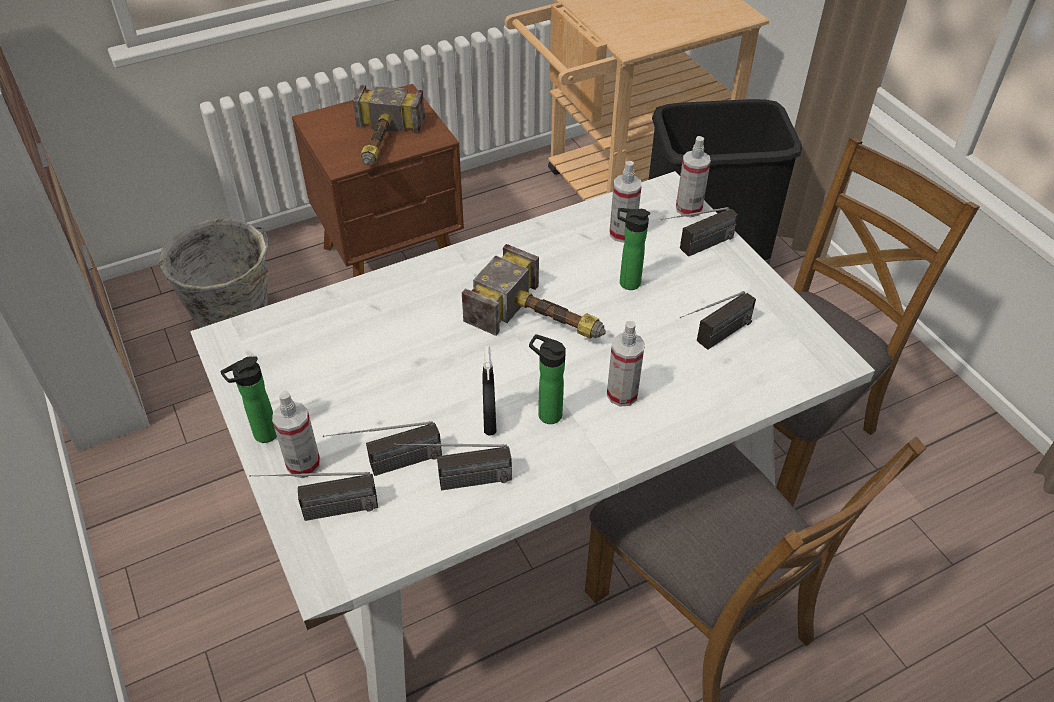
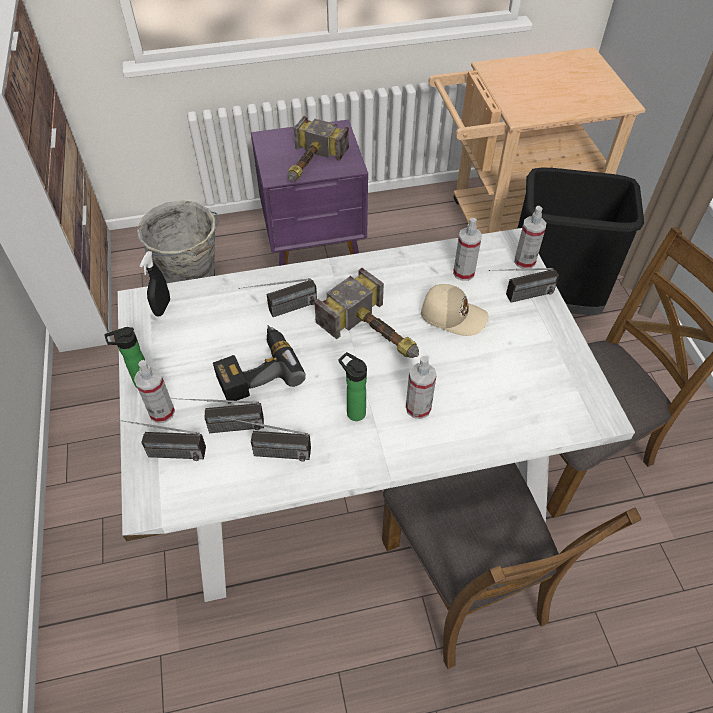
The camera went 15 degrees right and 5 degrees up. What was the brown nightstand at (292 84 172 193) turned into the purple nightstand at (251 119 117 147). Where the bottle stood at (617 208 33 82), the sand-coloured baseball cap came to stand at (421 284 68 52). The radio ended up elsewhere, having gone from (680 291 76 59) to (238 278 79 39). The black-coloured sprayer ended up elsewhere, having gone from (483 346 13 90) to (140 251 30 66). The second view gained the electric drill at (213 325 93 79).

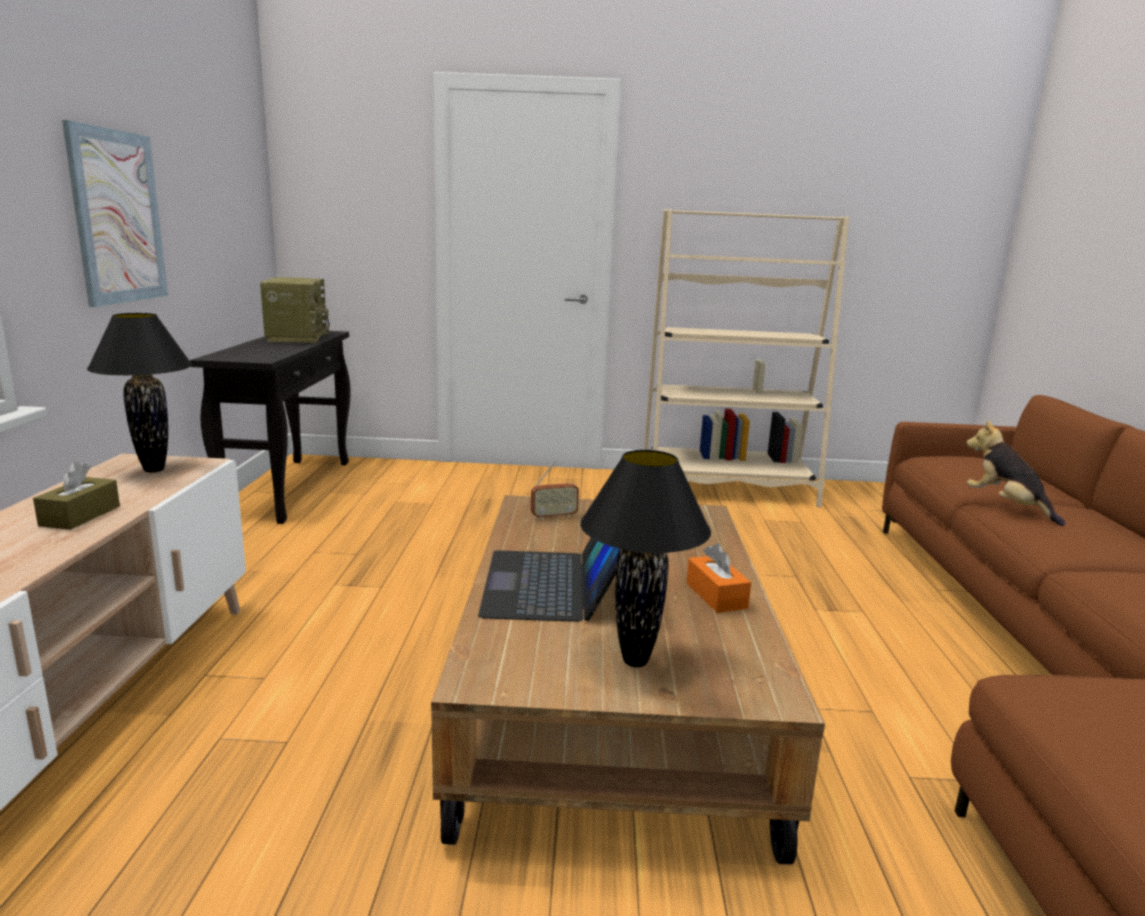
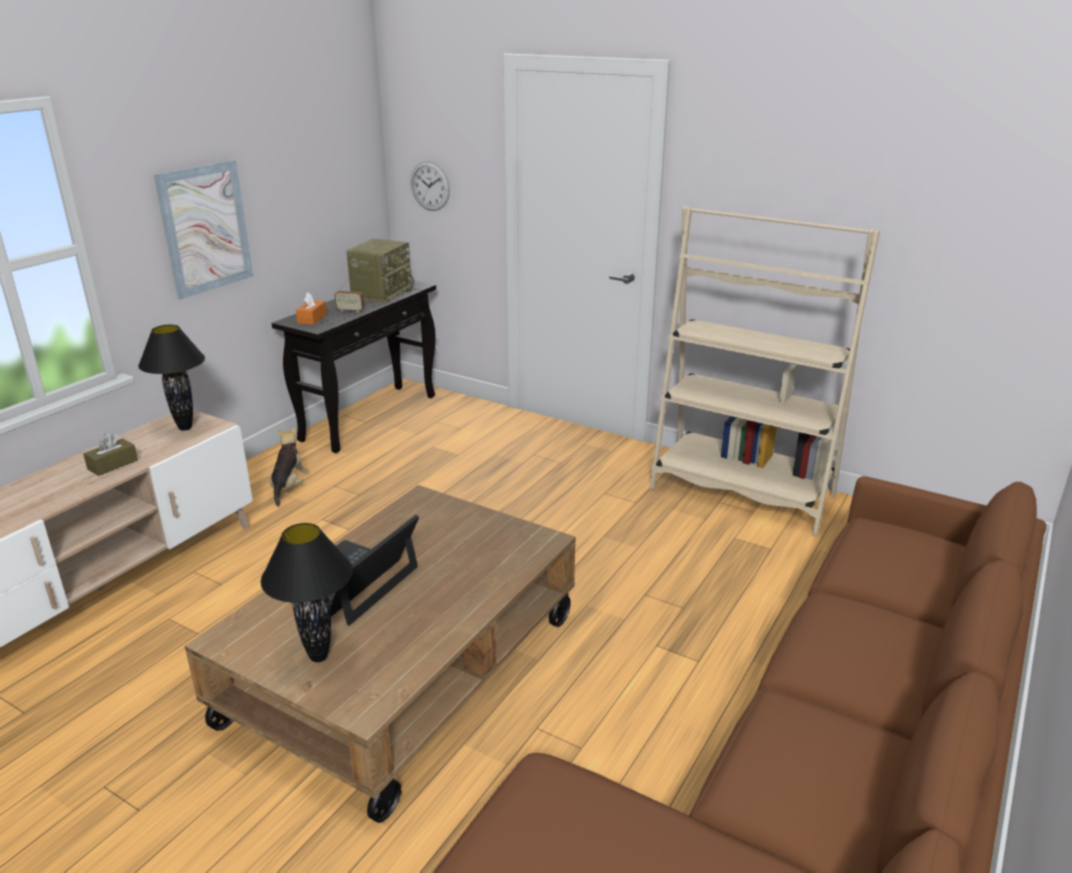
The camera went 30 degrees right and 10 degrees up. The plush toy ended up elsewhere, having gone from (967 420 98 106) to (269 427 39 80). The radio ended up elsewhere, having gone from (531 461 48 59) to (334 277 30 36). The orange-coloured box of tissues ended up elsewhere, having gone from (686 543 65 70) to (296 292 31 33). The second view gained the wall clock at (411 161 39 50).

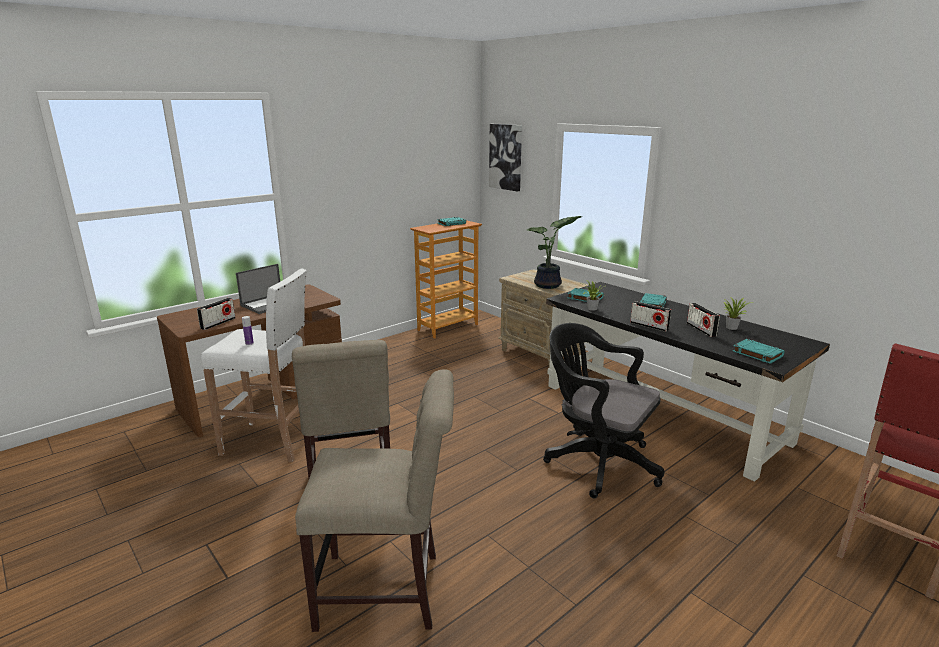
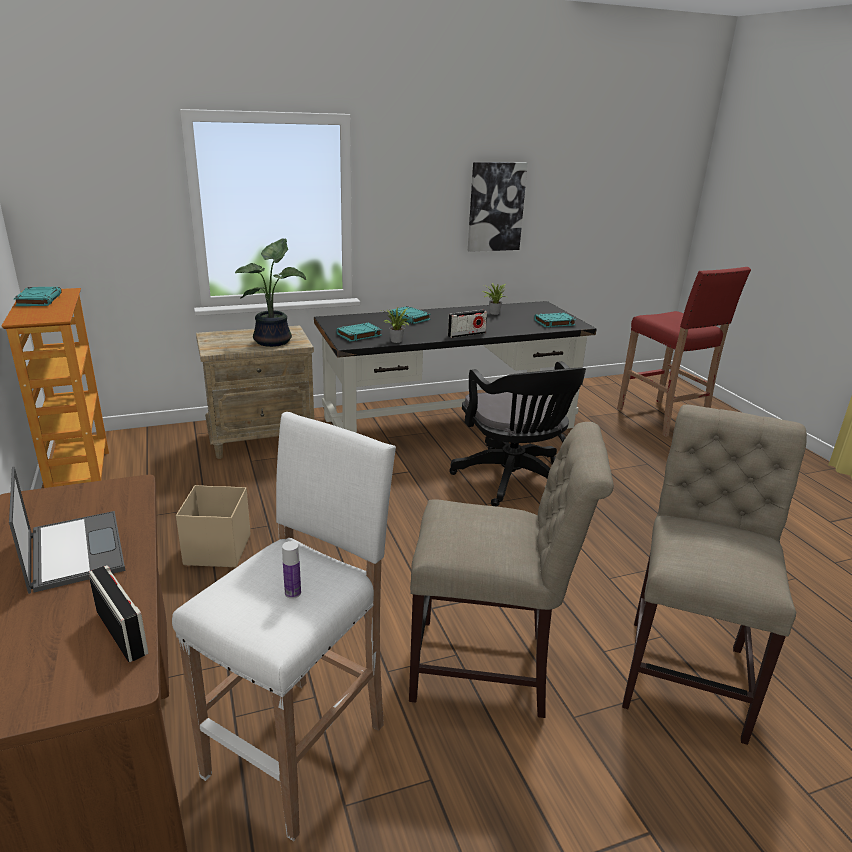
The camera went 70 degrees left and 5 degrees up. The picture ended up elsewhere, having gone from (489 124 33 67) to (468 162 60 90). The second view lost the radio at (687 303 33 34). The black-coloured desk chair at (543 323 121 175) ended up facing another way, 75 degrees counterclockwise from before. The second view gained the sand-coloured storage container at (176 485 75 82).

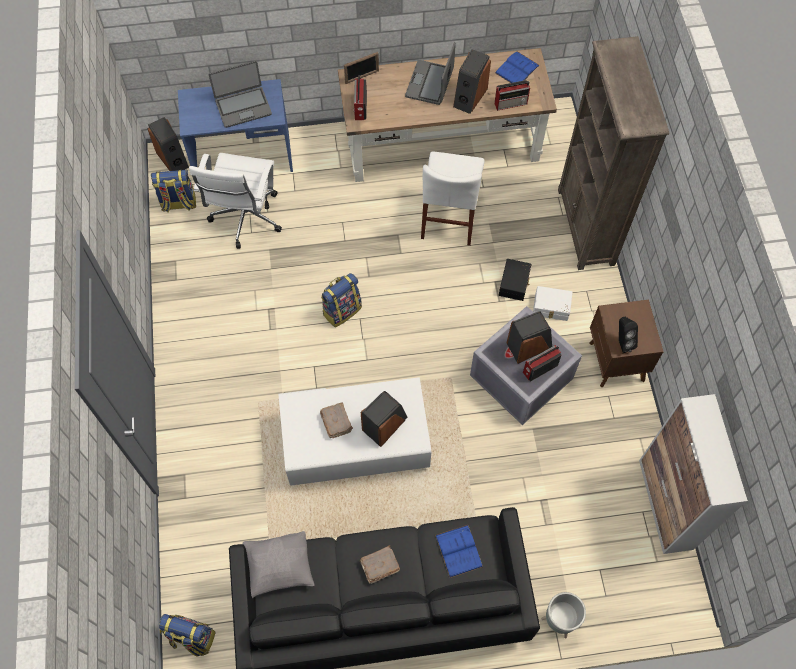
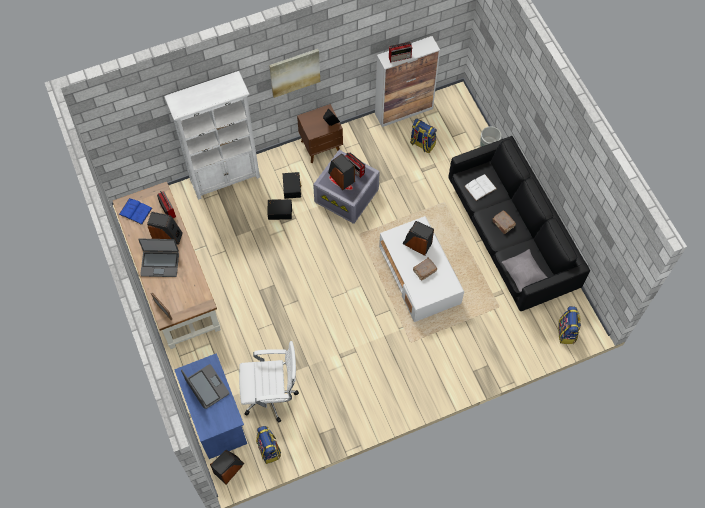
The camera went 105 degrees left and 0 degrees up. What was the brown bookcase at (558 36 111 234) turned into the white-coloured bookcase at (164 71 96 129). The radio ended up elsewhere, having gone from (354 76 13 44) to (389 42 23 21). The second view lost the white-coloured upright chair at (421 152 64 94). The knapsack ended up elsewhere, having gone from (321 273 41 54) to (410 118 27 35). What was the white-coloured storage container at (533 286 40 35) turned into the black-coloured storage container at (283 172 19 27). What was the blue-coloured book at (435 525 48 53) turned into the white-coloured book at (464 174 33 27). The second view gained the picture at (269 49 51 49).

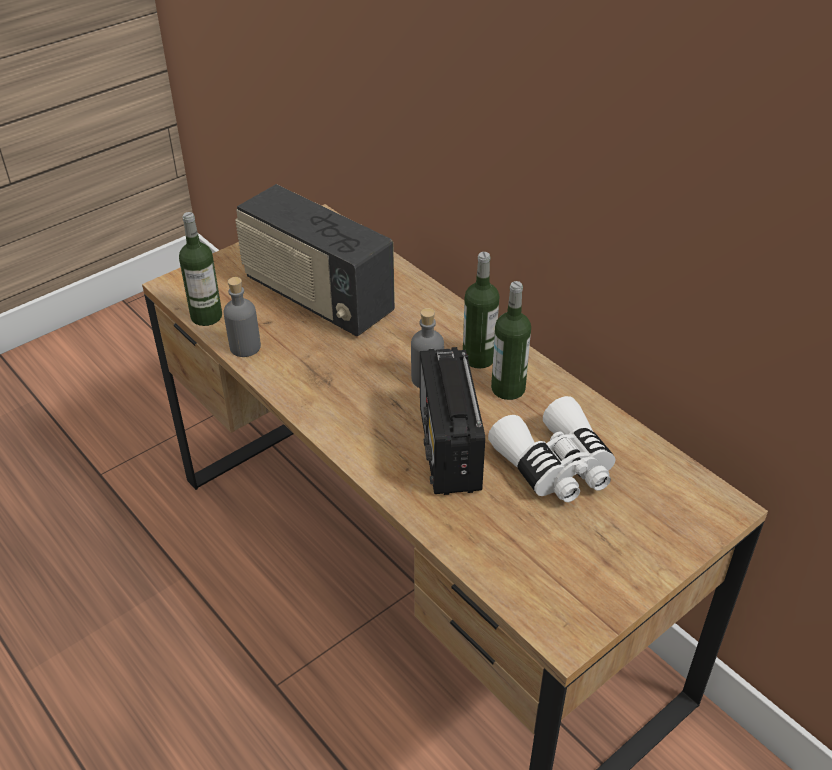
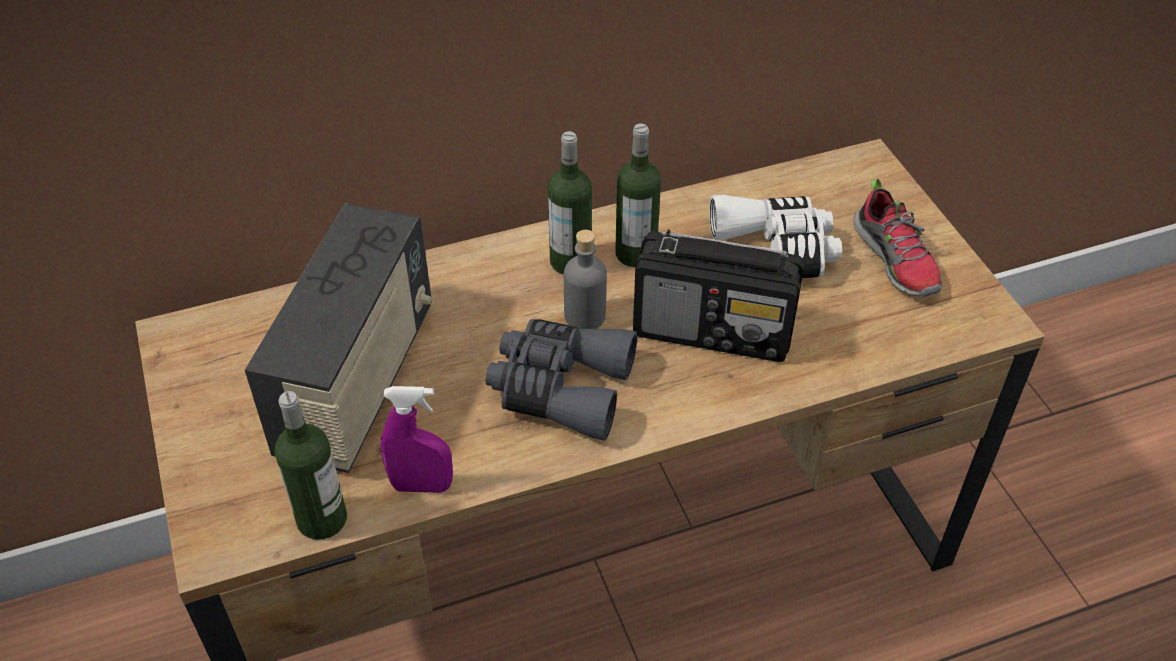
The camera went 70 degrees left and 5 degrees up. The radio at (235 184 160 152) ended up facing another way, 45 degrees counterclockwise from before. Where the greyish bottle stood at (224 277 37 80), the purple sprayer came to stand at (381 386 72 107). The second view gained the item of footwear at (854 179 88 118). The second view gained the greyish binoculars at (486 319 151 122).

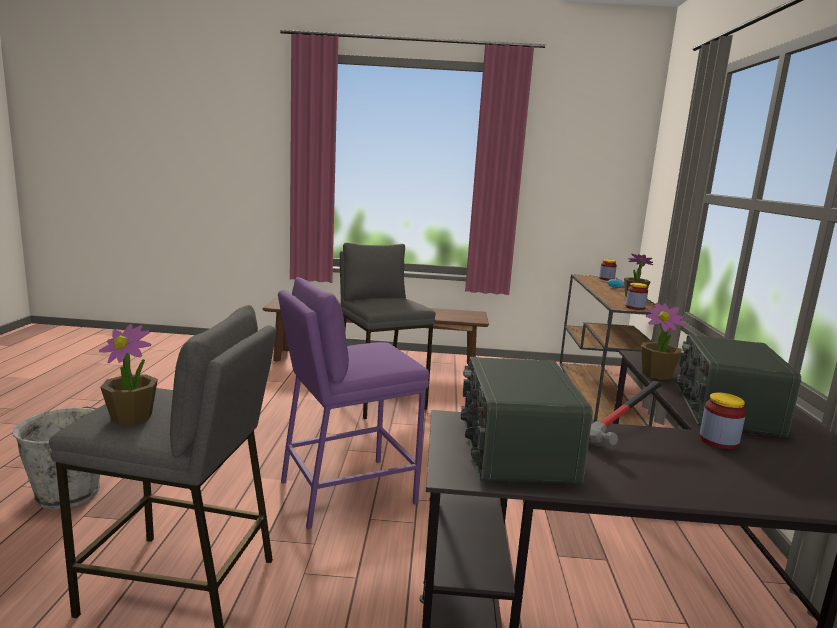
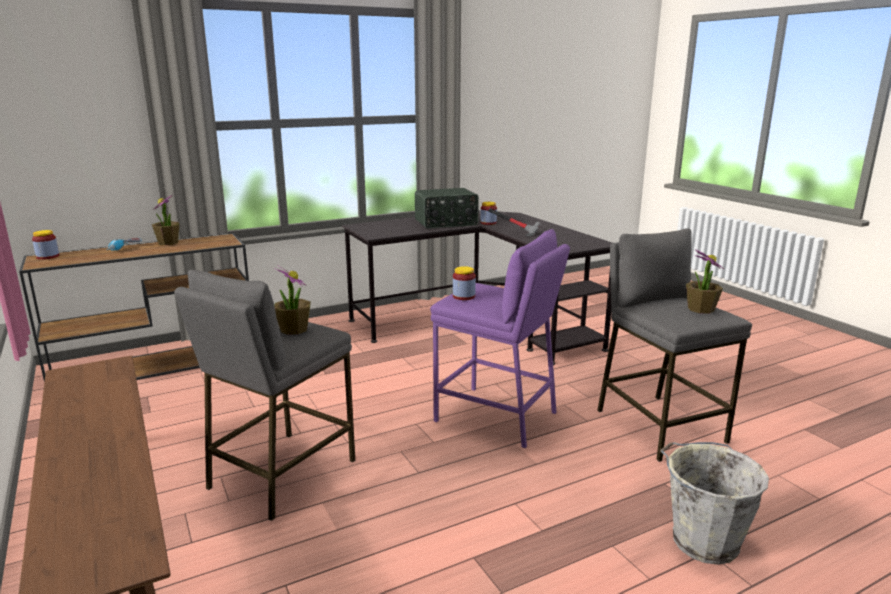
The camera went 120 degrees left and 5 degrees up. The storage jar ended up elsewhere, having gone from (626 283 22 27) to (453 266 23 34). The plant in a pot ended up elsewhere, having gone from (641 303 46 77) to (274 265 37 70). The second view lost the radio at (461 357 132 127).

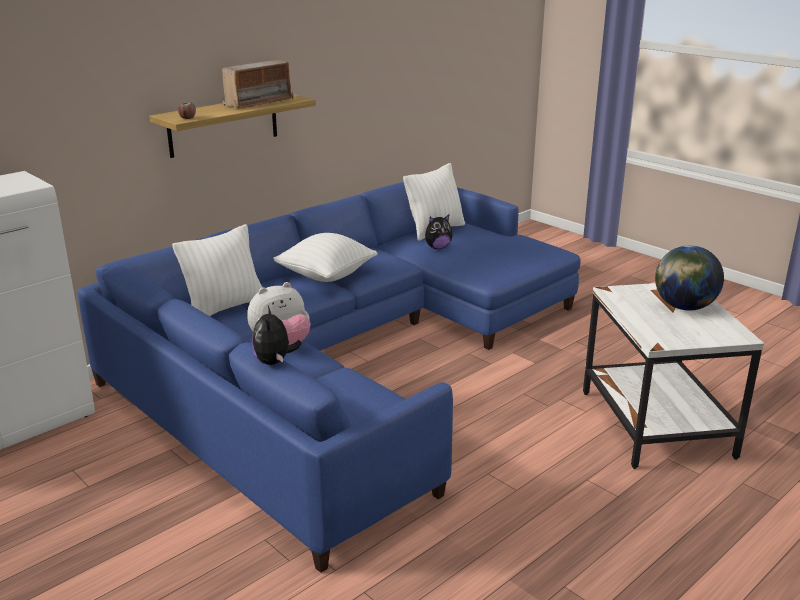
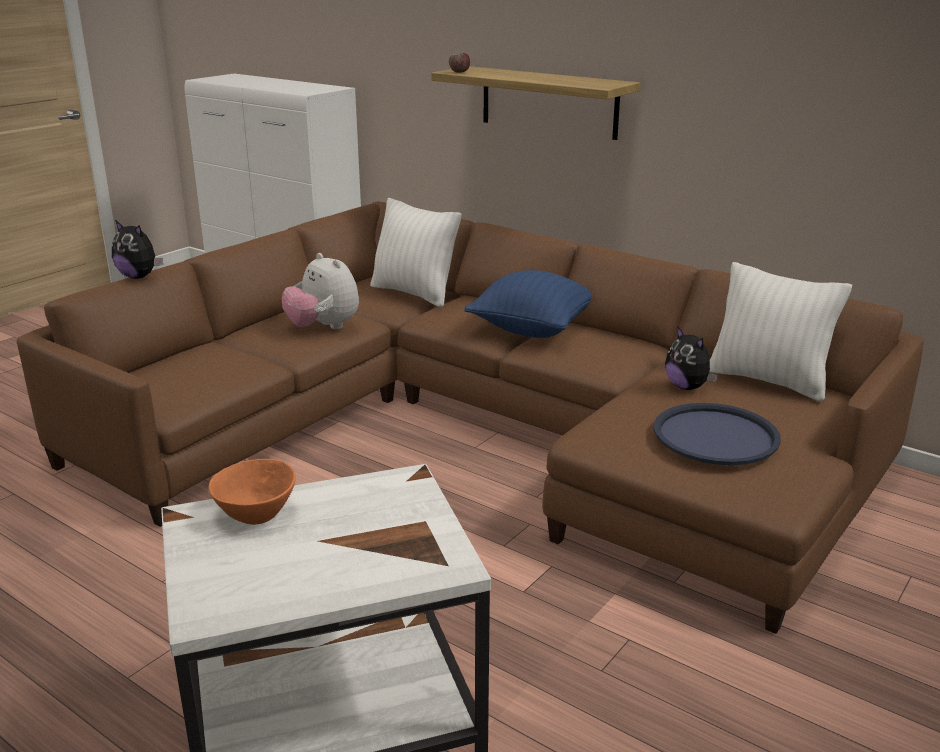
The camera went 80 degrees right and 0 degrees up. The second view lost the radio at (222 60 71 49). What was the blue-coloured couch at (78 182 503 391) turned into the brown couch at (17 201 906 433). What was the white-coloured cushion at (273 233 105 49) turned into the blue-coloured cushion at (464 270 128 68). The second view lost the desk globe at (655 245 69 65). The plush toy at (252 306 50 59) ended up facing another way, 135 degrees counterclockwise from before. The second view gained the blue-coloured tray at (654 403 127 62). The second view gained the orange-coloured deep dish at (208 459 88 66).

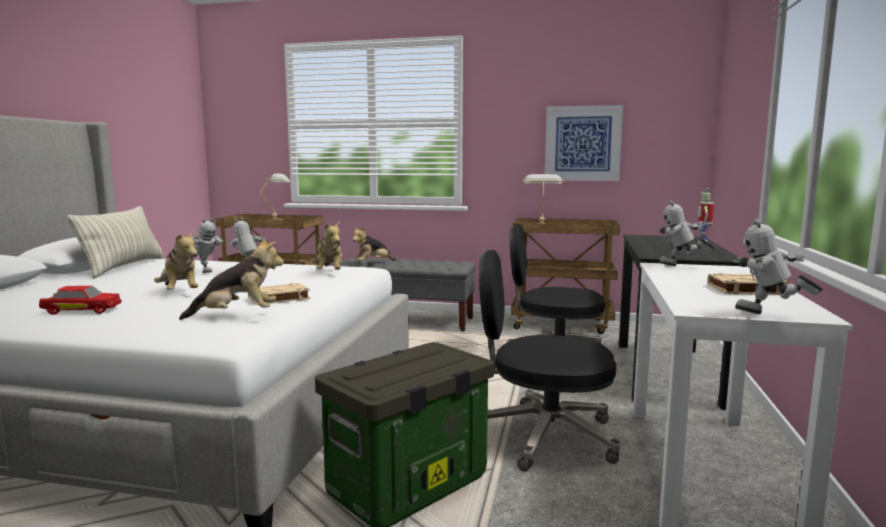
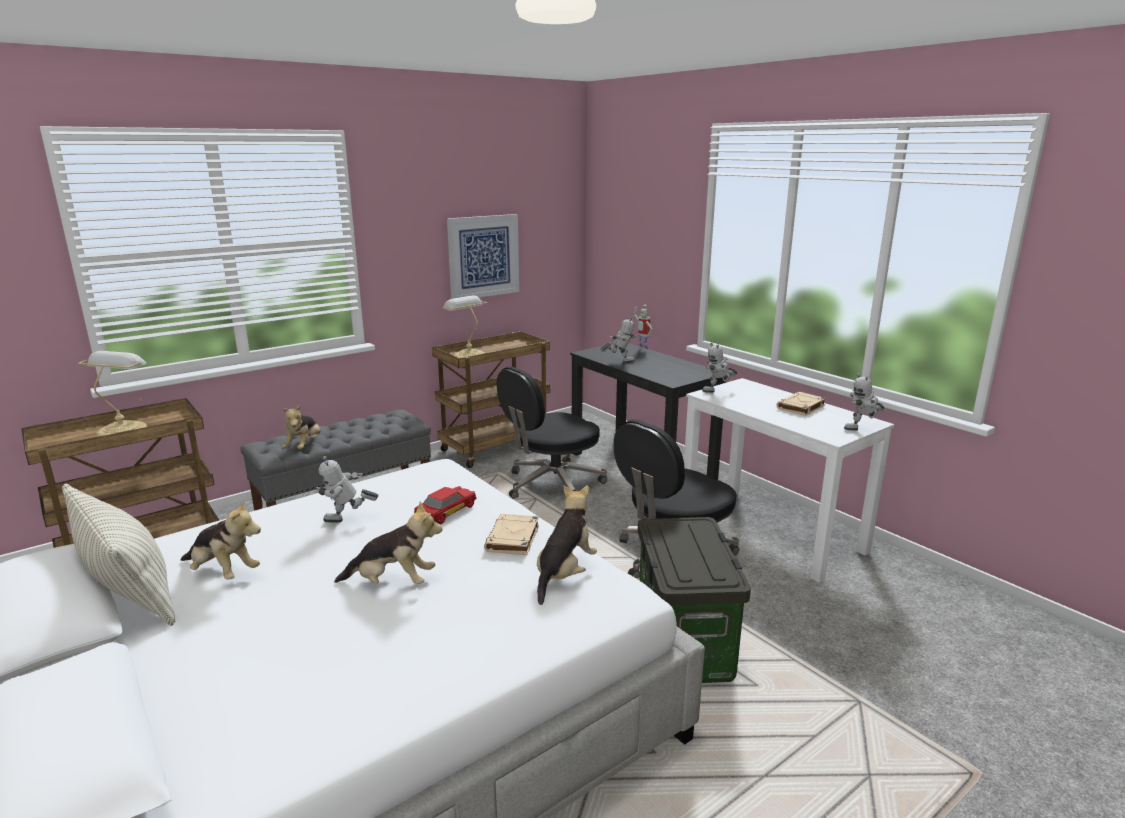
The camera went 50 degrees left and 10 degrees up. The robot figure ended up elsewhere, having gone from (192 219 31 54) to (600 317 37 46). The plush toy ended up elsewhere, having gone from (311 221 31 49) to (181 499 80 81). The red-coloured miniature car ended up elsewhere, having gone from (39 286 83 29) to (414 486 63 38).

